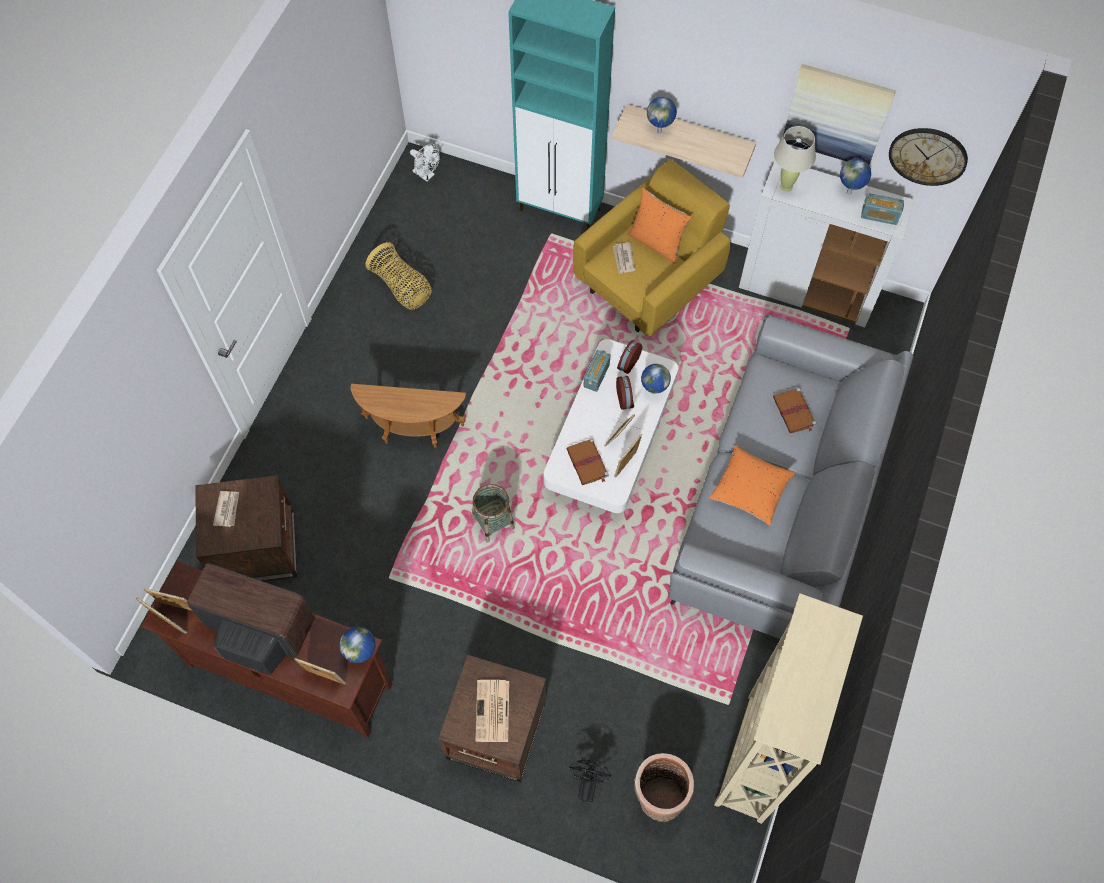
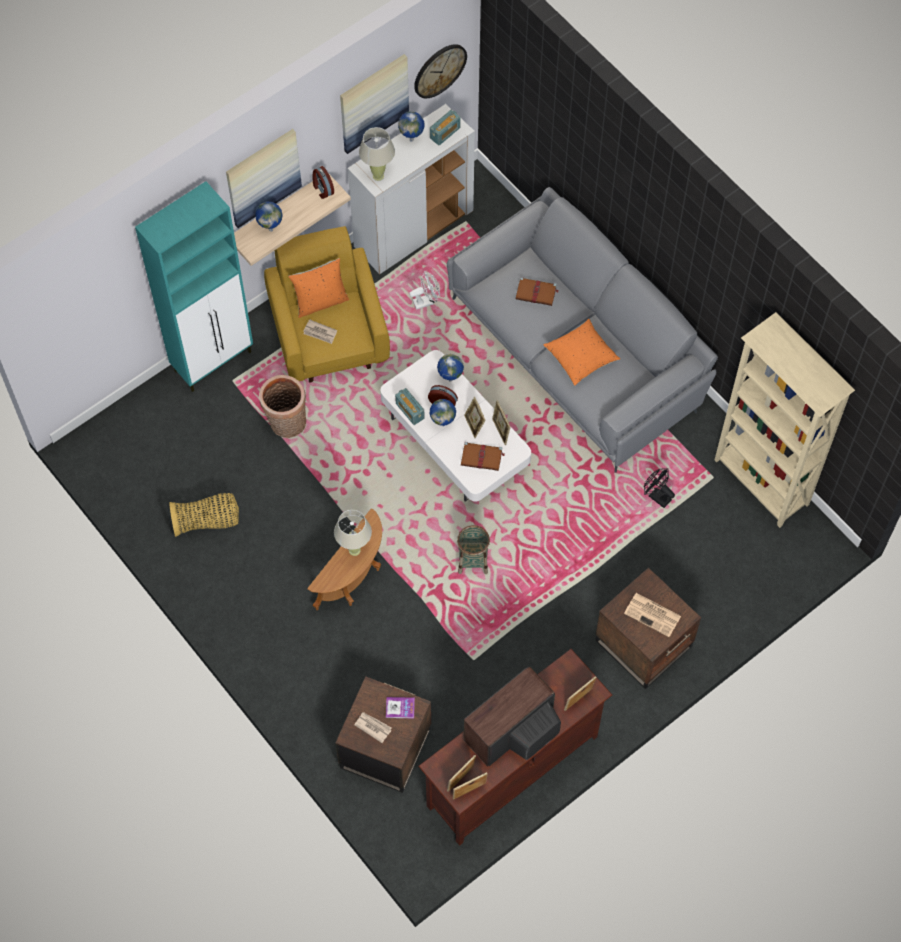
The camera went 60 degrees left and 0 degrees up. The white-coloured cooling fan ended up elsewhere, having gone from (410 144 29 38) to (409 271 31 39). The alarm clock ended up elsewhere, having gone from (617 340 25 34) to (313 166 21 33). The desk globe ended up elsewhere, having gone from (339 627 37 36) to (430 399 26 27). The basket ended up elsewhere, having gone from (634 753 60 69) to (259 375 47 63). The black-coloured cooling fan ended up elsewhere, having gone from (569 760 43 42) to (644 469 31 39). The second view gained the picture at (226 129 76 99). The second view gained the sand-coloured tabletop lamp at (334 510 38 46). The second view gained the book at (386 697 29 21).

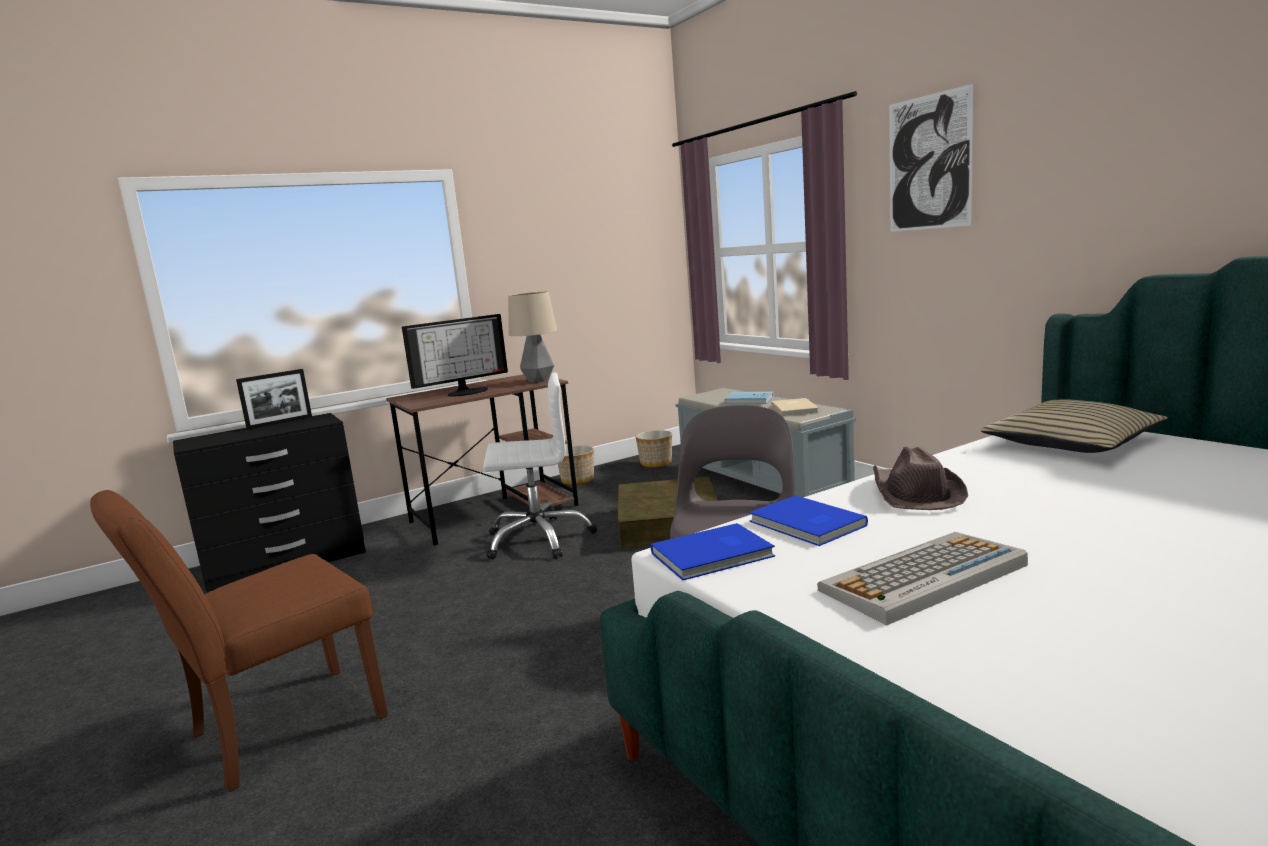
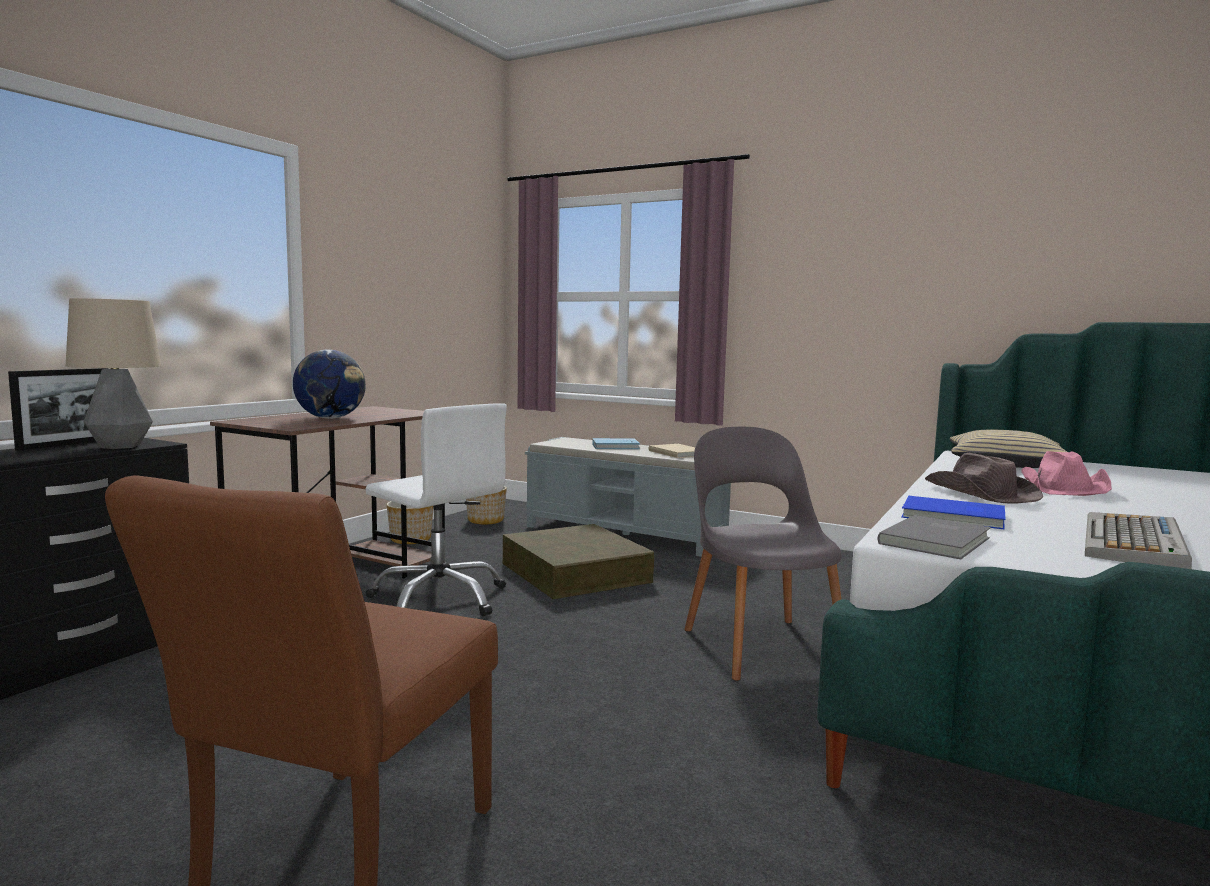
The camera went 30 degrees left and 5 degrees down. The second view lost the picture at (889 84 84 148). The tabletop lamp ended up elsewhere, having gone from (508 291 49 92) to (66 298 95 151). Where the monitor stood at (402 314 106 82), the desk globe came to stand at (293 350 73 69). The white-coloured desk chair at (483 372 114 187) ended up facing another way, 75 degrees clockwise from before. What was the blue-coloured book at (651 523 124 57) turned into the greyish book at (877 515 114 44). The second view gained the pinkish clothing hat at (1021 451 91 45).

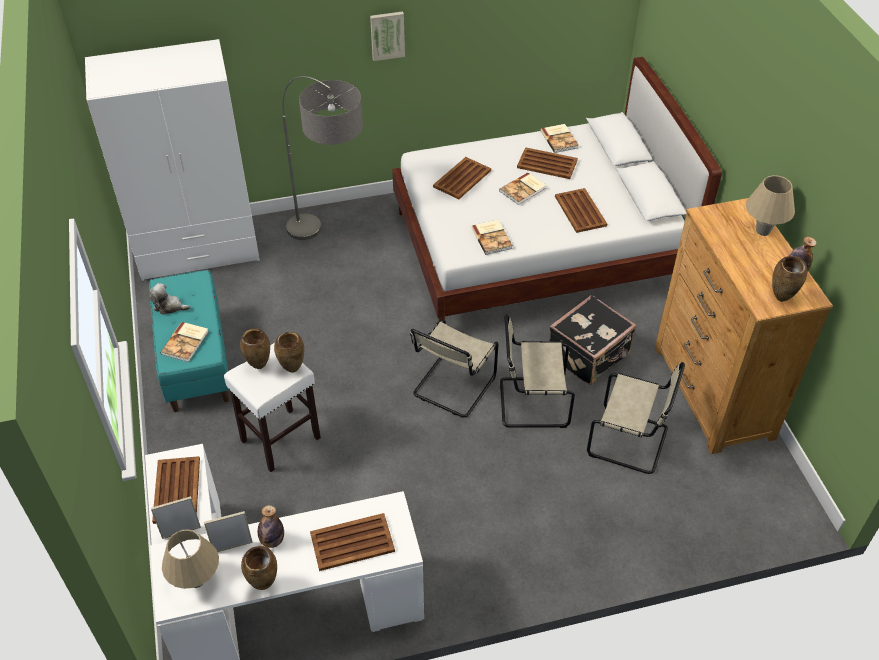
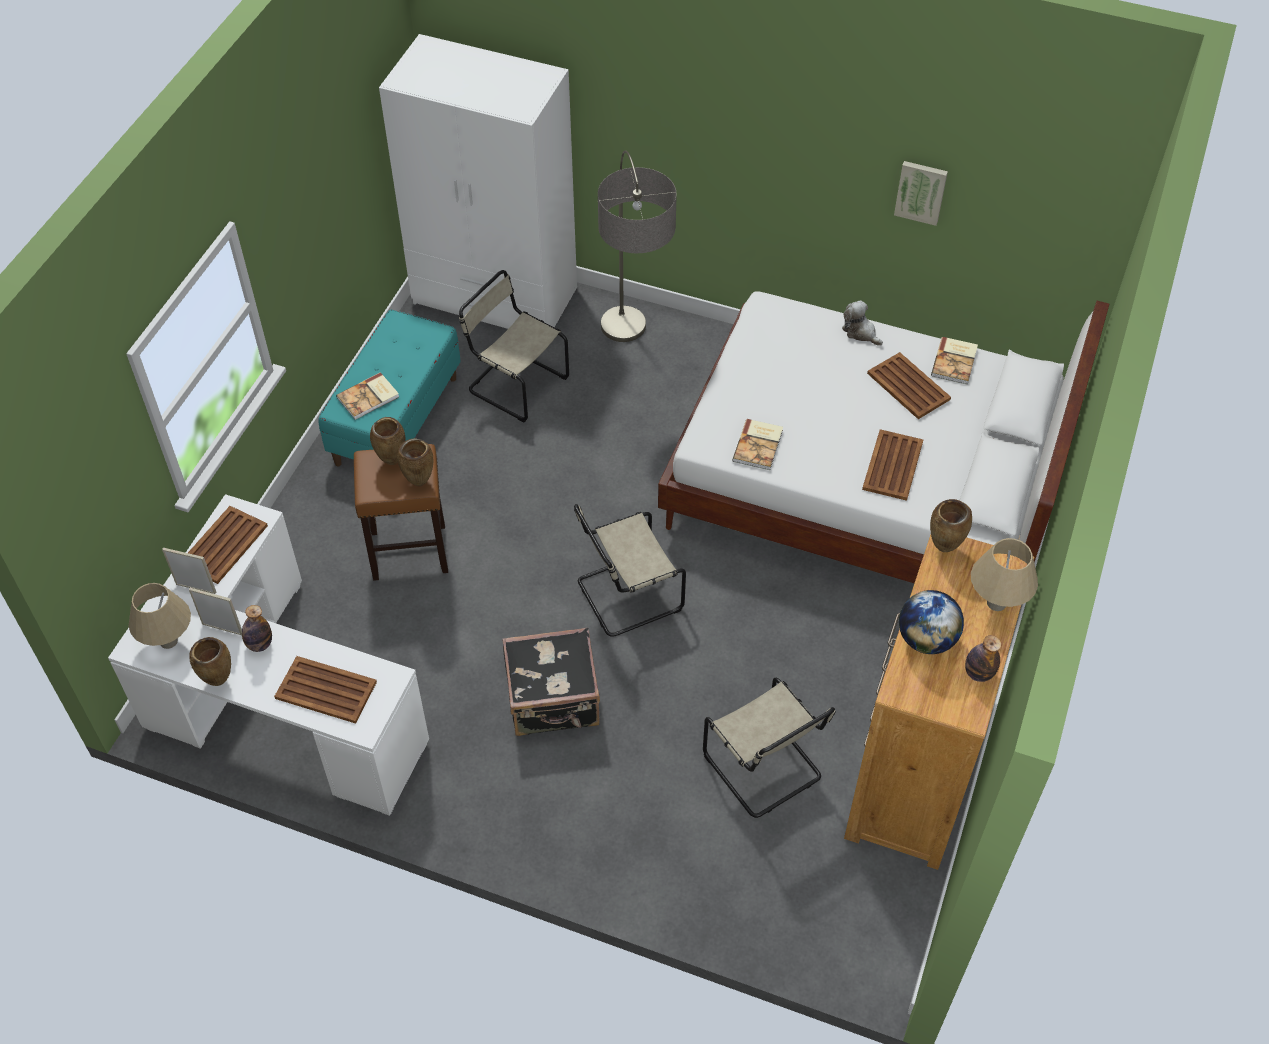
The camera went 35 degrees right and 5 degrees up. The picture ended up elsewhere, having gone from (370 11 35 50) to (894 161 54 65). The second view lost the brown tray at (433 157 58 42). The second view lost the book at (499 172 47 33). The brown flower vase ended up elsewhere, having gone from (772 256 35 46) to (930 499 42 53). The plush toy ended up elsewhere, having gone from (149 283 42 32) to (842 300 41 46). The black-coloured suitcase ended up elsewhere, having gone from (549 294 87 91) to (502 627 98 109). The sand-coloured upright chair ended up elsewhere, having gone from (500 314 75 114) to (459 270 110 152). What was the white-coloured stool seat at (224 343 97 129) turned into the brown stool seat at (354 444 94 137). The second view gained the desk globe at (899 590 65 64).

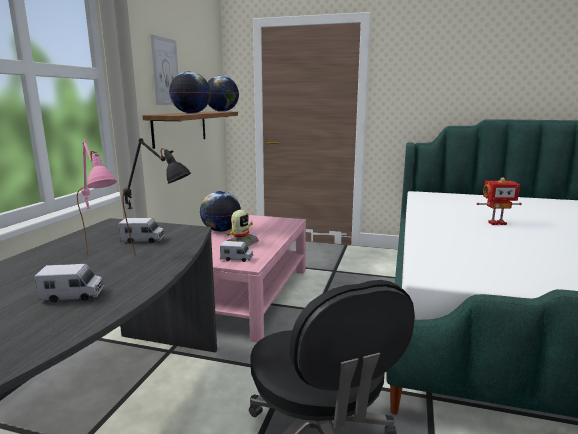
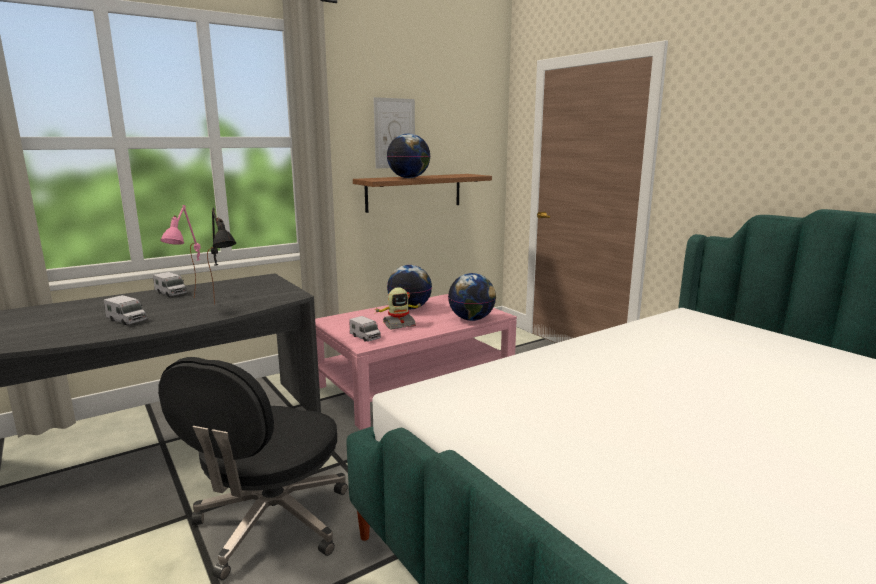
The camera went 40 degrees right and 0 degrees up. The desk globe ended up elsewhere, having gone from (207 76 32 36) to (448 273 48 48). The second view lost the robot figure at (477 178 45 47). The model truck ended up elsewhere, having gone from (119 218 46 25) to (153 272 34 25).

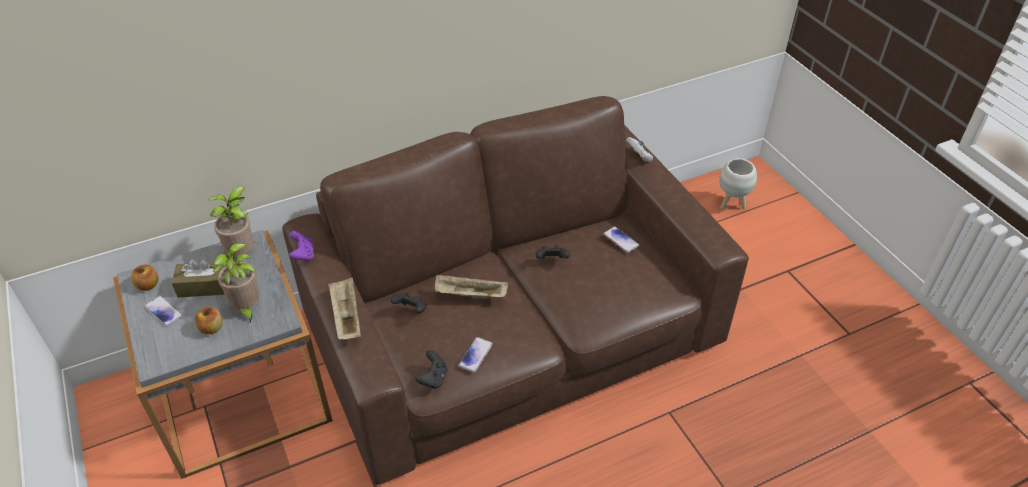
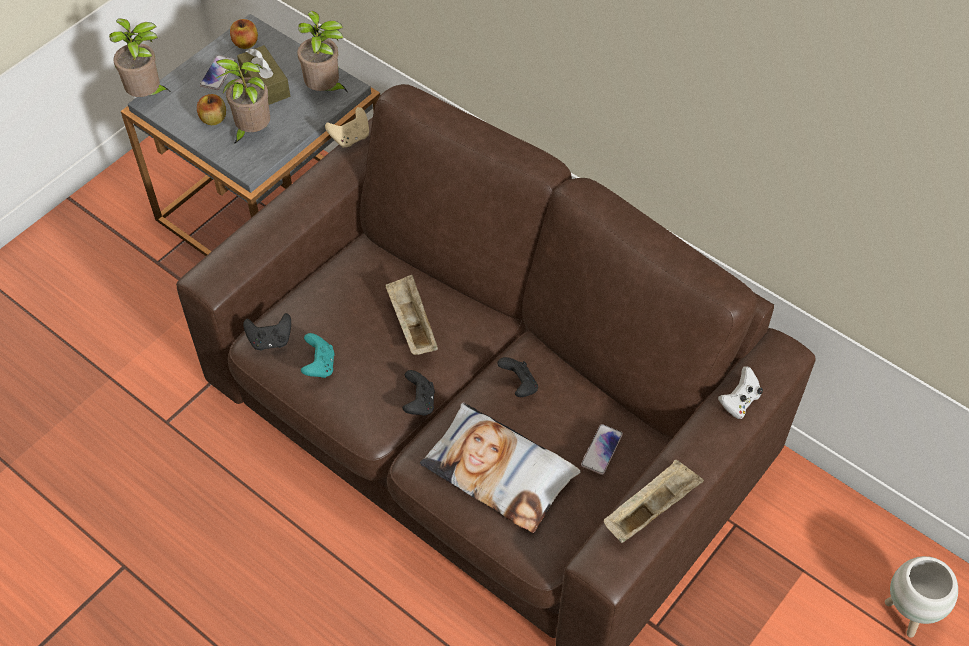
The camera went 65 degrees right and 10 degrees up. What was the purple joypad at (289 231 25 31) turned into the sand-coloured joypad at (325 107 44 41). The sand-coloured tray ended up elsewhere, having gone from (328 277 33 63) to (604 460 100 83). The black-coloured joypad ended up elsewhere, having gone from (390 293 37 21) to (402 370 33 46). Where the telephone stood at (459 337 34 35), the turquoise-coloured joypad came to stand at (301 333 34 45). The second view gained the plant in a pot at (109 18 60 79). The second view gained the cushion at (420 403 161 130).

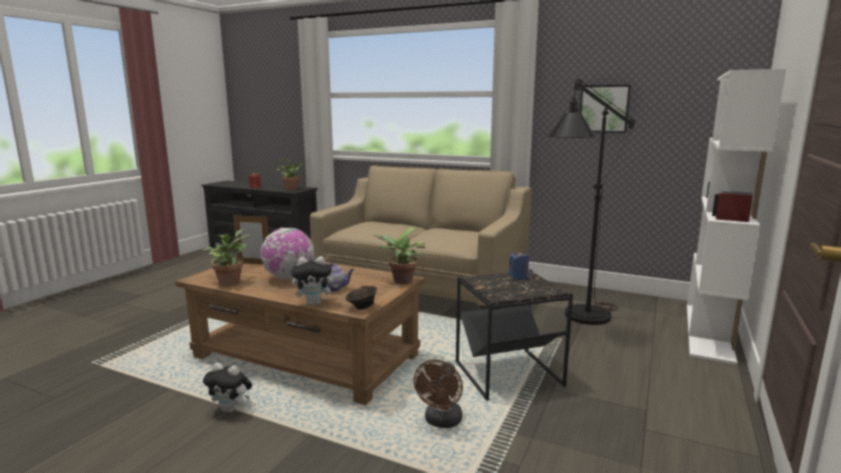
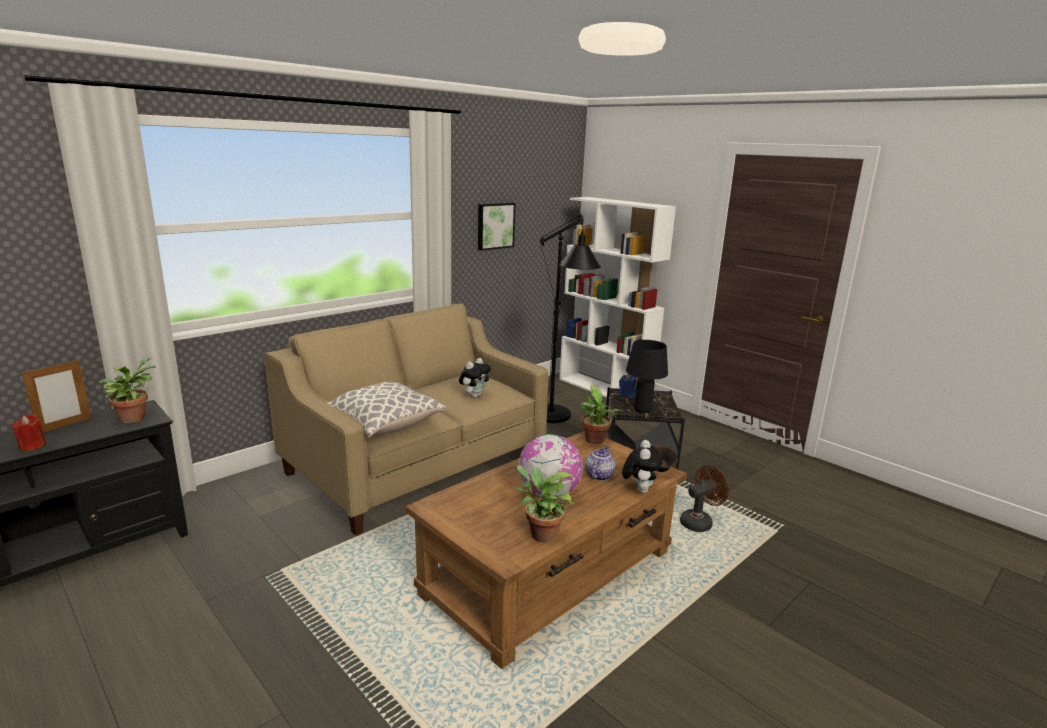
The camera went 70 degrees left and 5 degrees up. The standing frame ended up elsewhere, having gone from (233 215 36 50) to (22 360 69 72). The brown cooling fan at (414 359 49 69) ended up facing another way, 75 degrees counterclockwise from before. The plush toy ended up elsewhere, having gone from (203 363 49 50) to (459 358 32 40). The second view gained the black-coloured tabletop lamp at (626 340 42 73). The second view gained the cushion at (326 382 121 56).

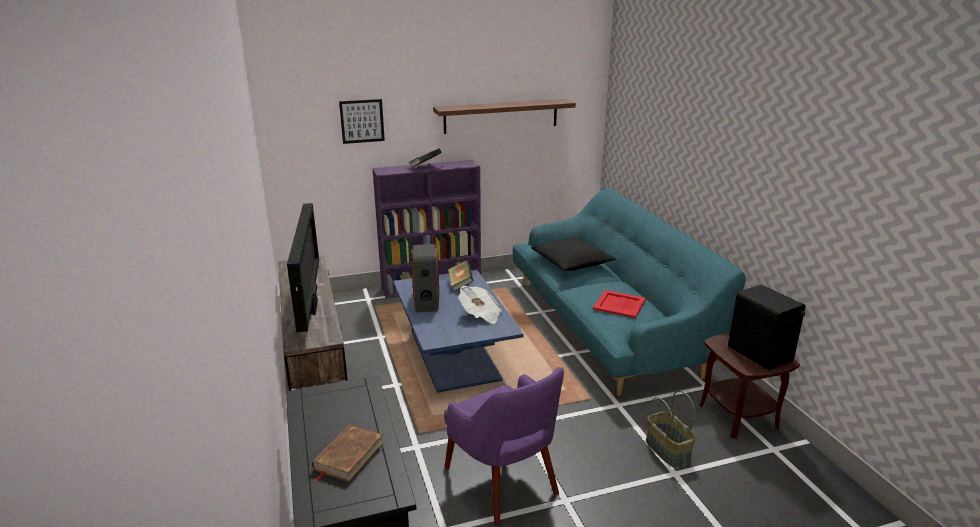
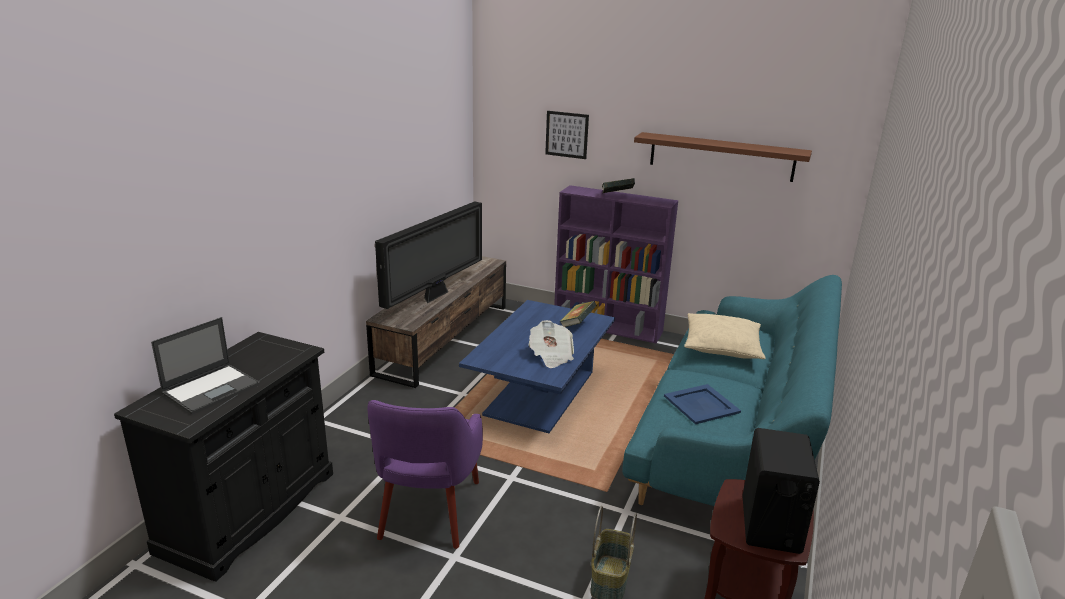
The camera went 40 degrees right and 0 degrees up. What was the black-coloured cushion at (531 237 85 34) turned into the sand-coloured cushion at (684 313 81 46). The second view lost the speaker at (411 244 28 68). What was the red-coloured tray at (593 290 53 28) turned into the blue-coloured tray at (664 384 77 40). Where the brown book stood at (312 424 72 58), the portable computer came to stand at (151 317 109 98).

